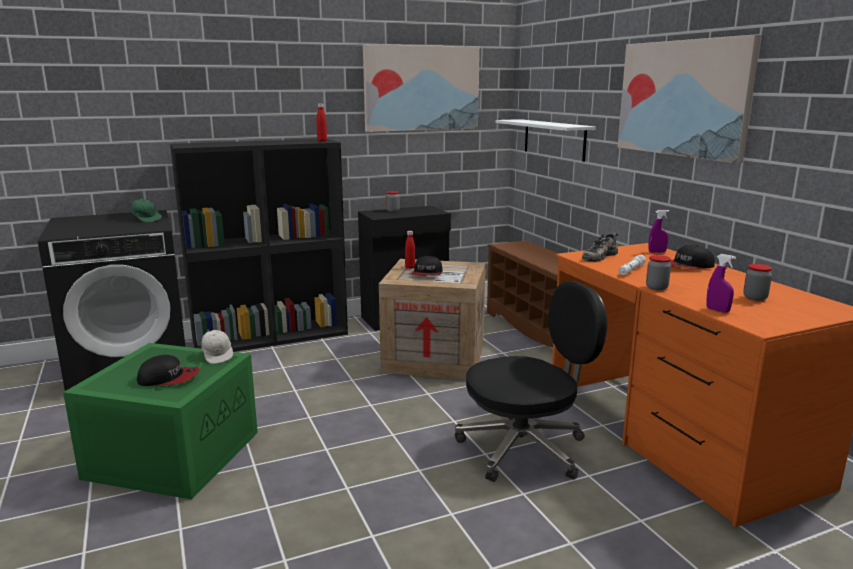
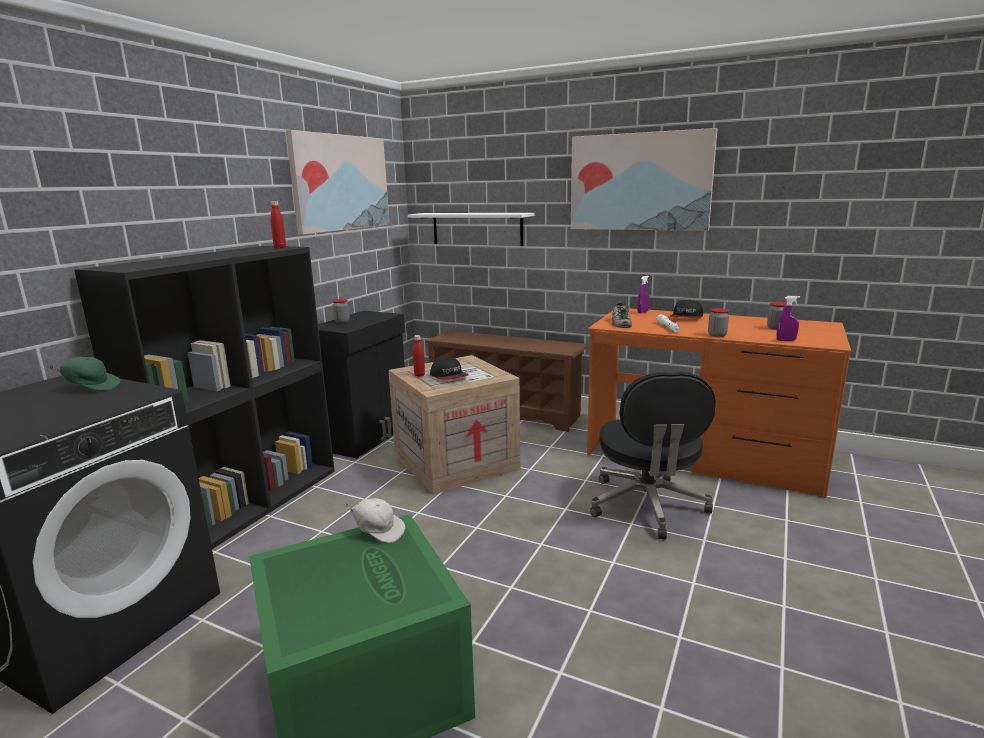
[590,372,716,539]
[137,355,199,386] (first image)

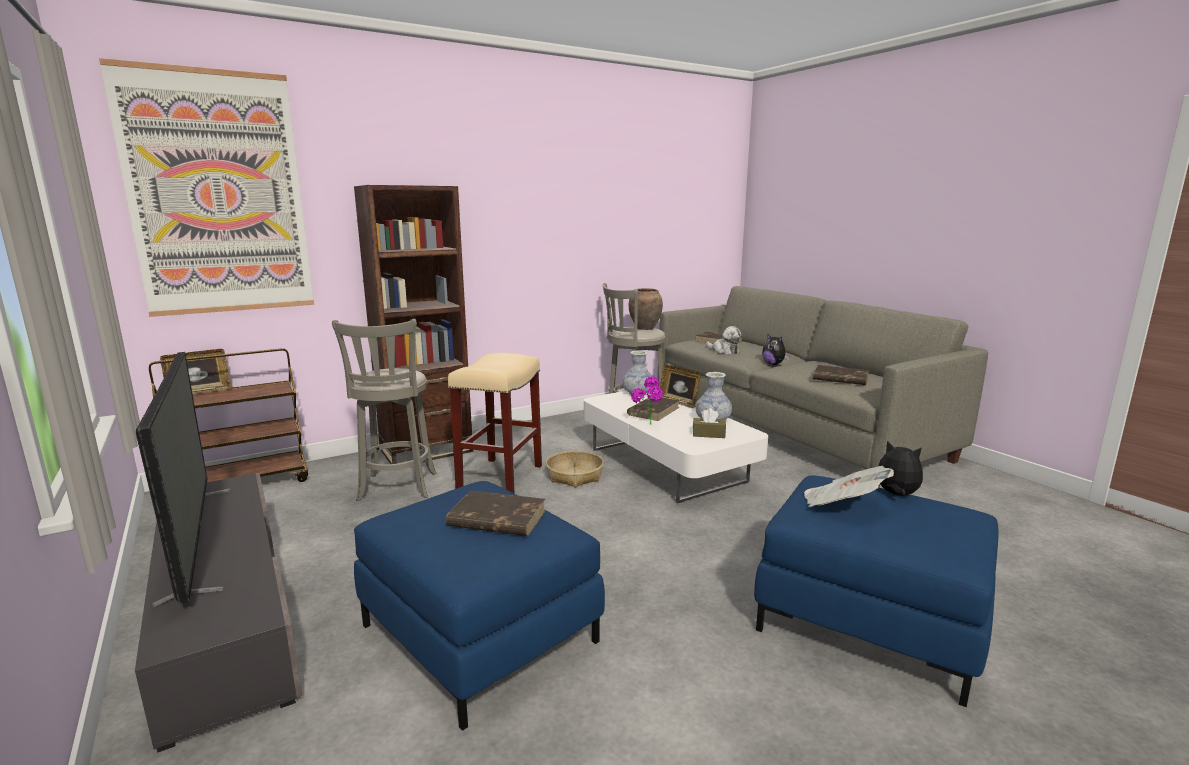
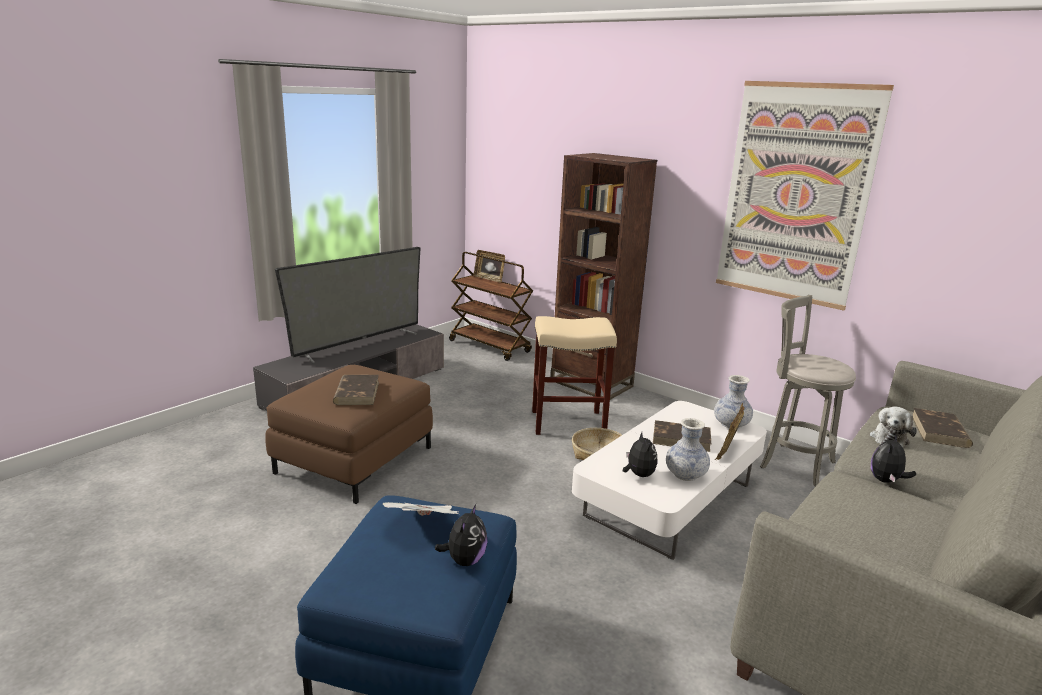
[716,81,894,311]
[629,288,663,330] (first image)
[332,319,437,501] (first image)
[813,365,869,385] (first image)
[631,376,663,425] (first image)
[623,432,657,477]
[265,365,433,504]

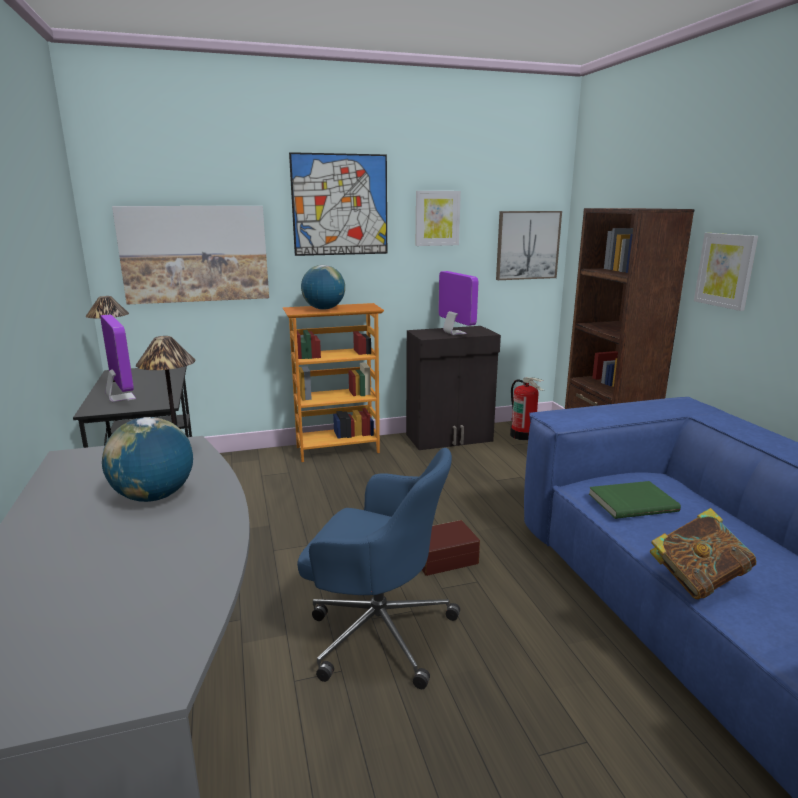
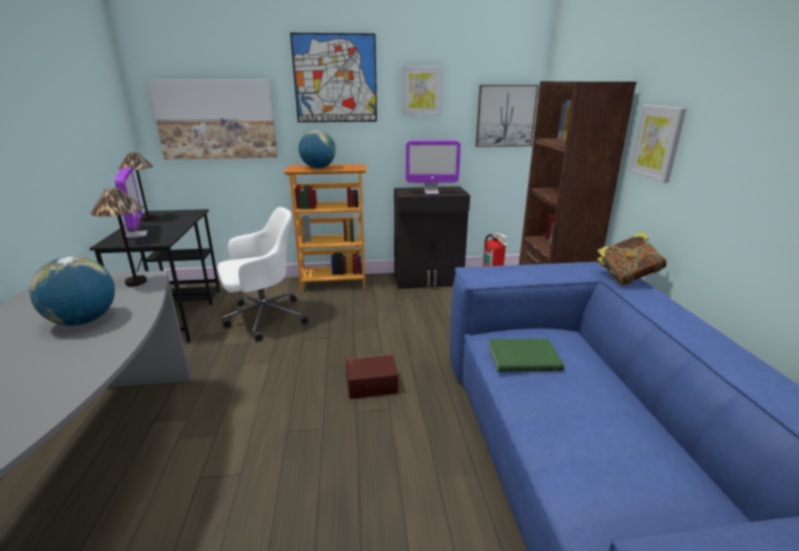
[406,140,461,194]
[297,448,460,689] (first image)
[597,232,667,286]
[217,207,308,341]

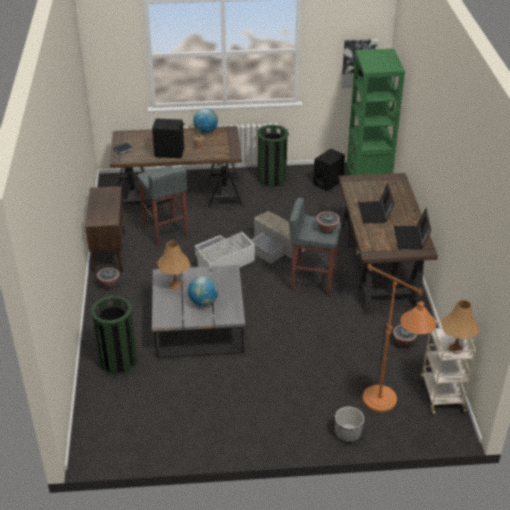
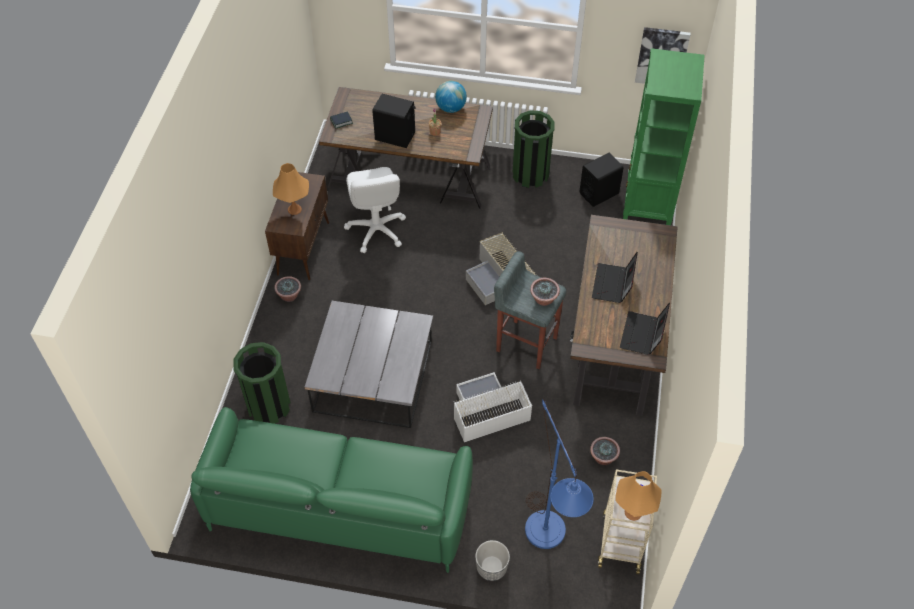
[344,167,406,253]
[454,372,532,442]
[273,163,309,215]
[525,399,594,549]
[188,276,218,306] (first image)
[190,407,473,573]

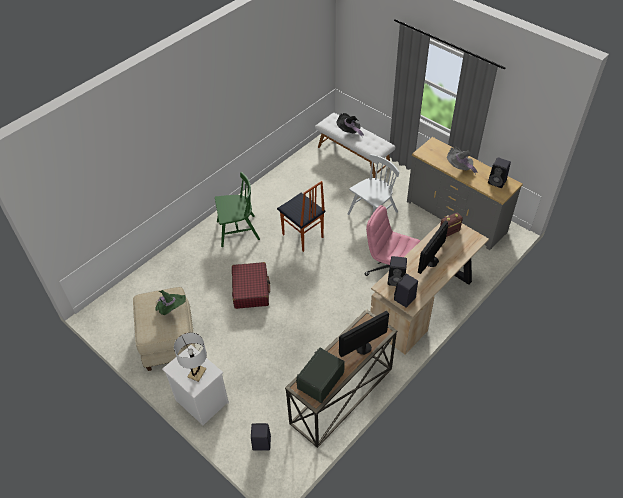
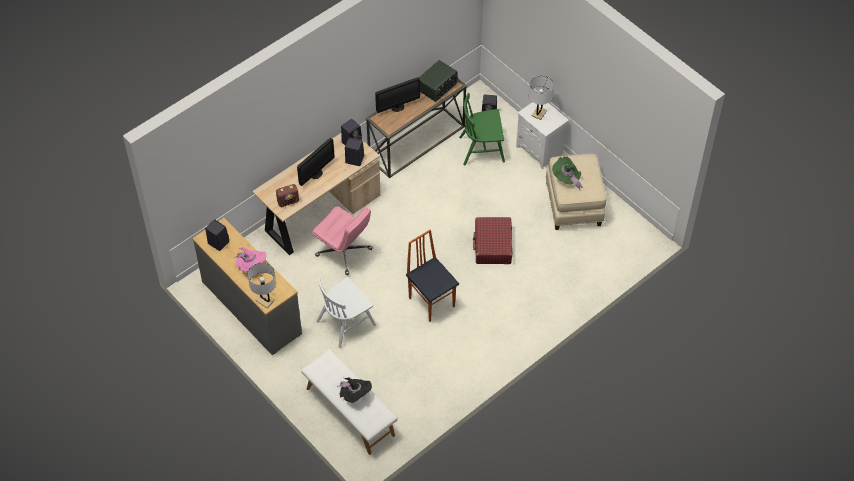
[234,247,266,272]
[459,93,505,165]
[248,263,276,308]

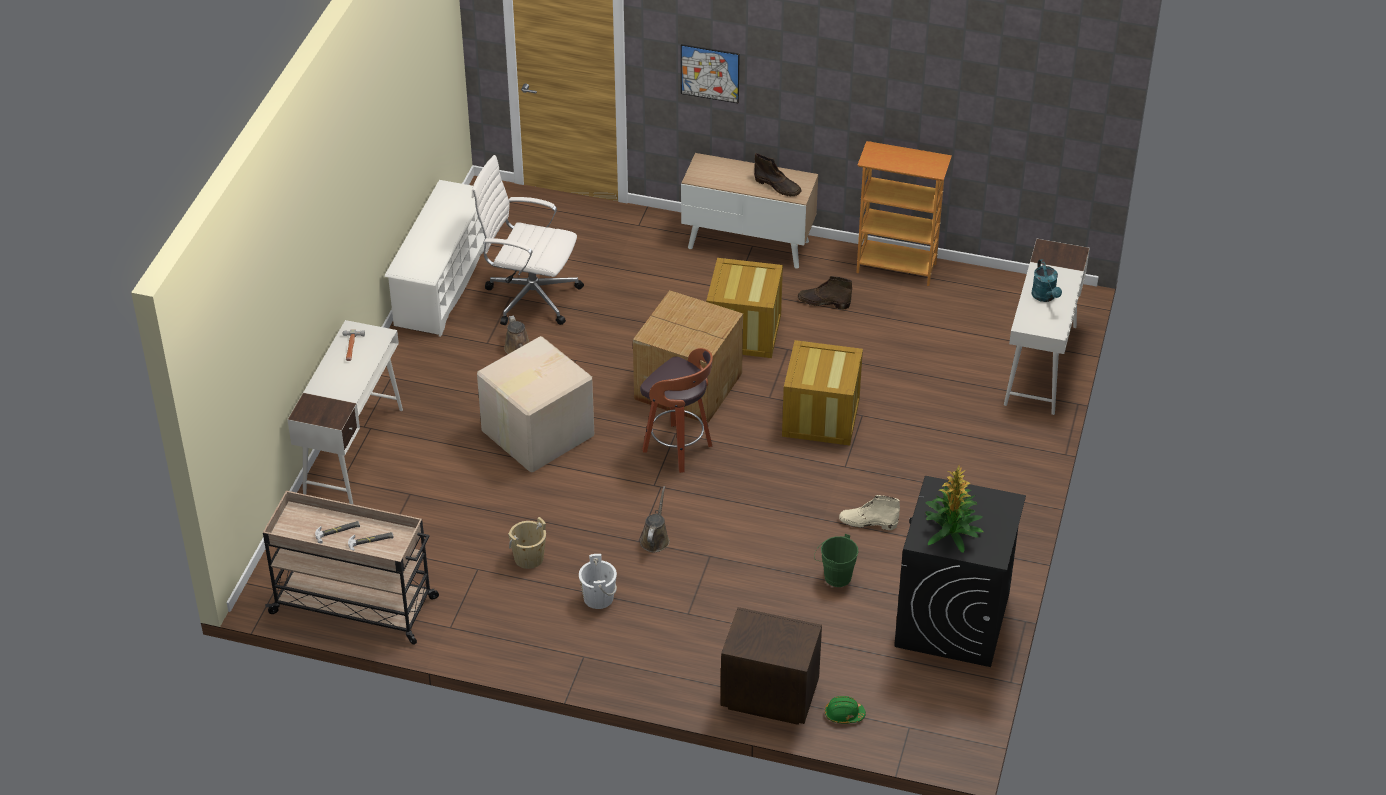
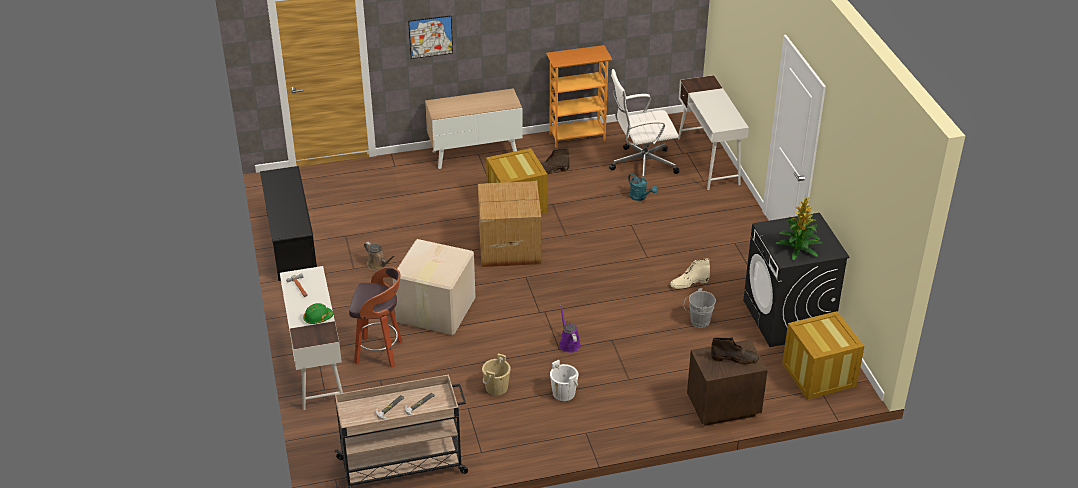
[711,337,759,365]
[609,69,679,178]
[260,166,317,281]
[628,173,658,201]
[782,311,864,400]
[349,267,402,368]
[559,305,581,353]
[684,288,716,328]
[303,303,333,324]

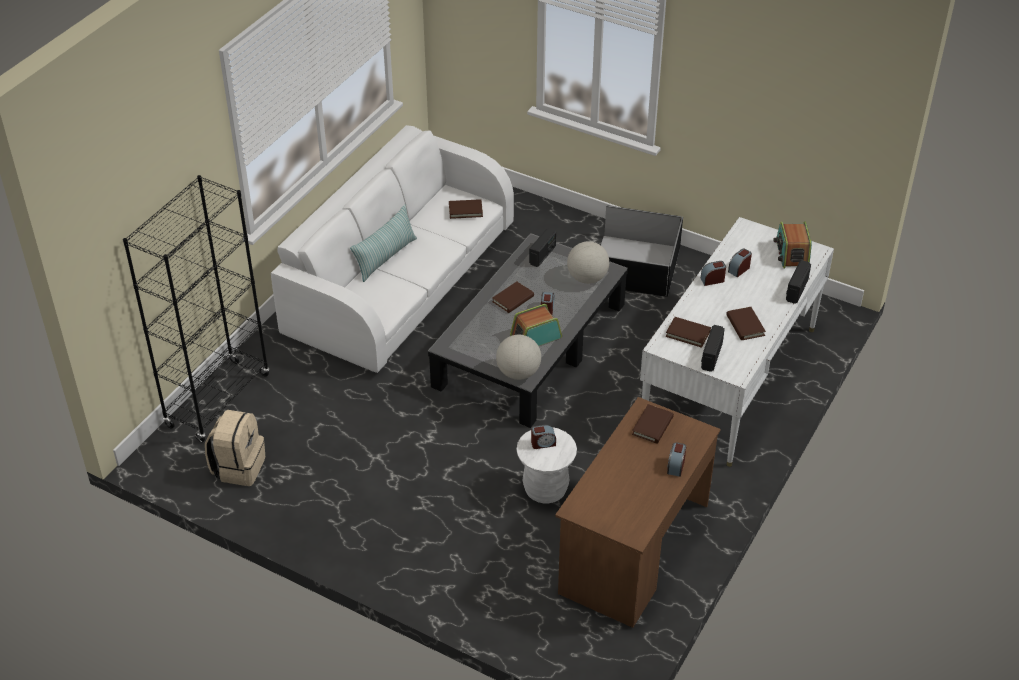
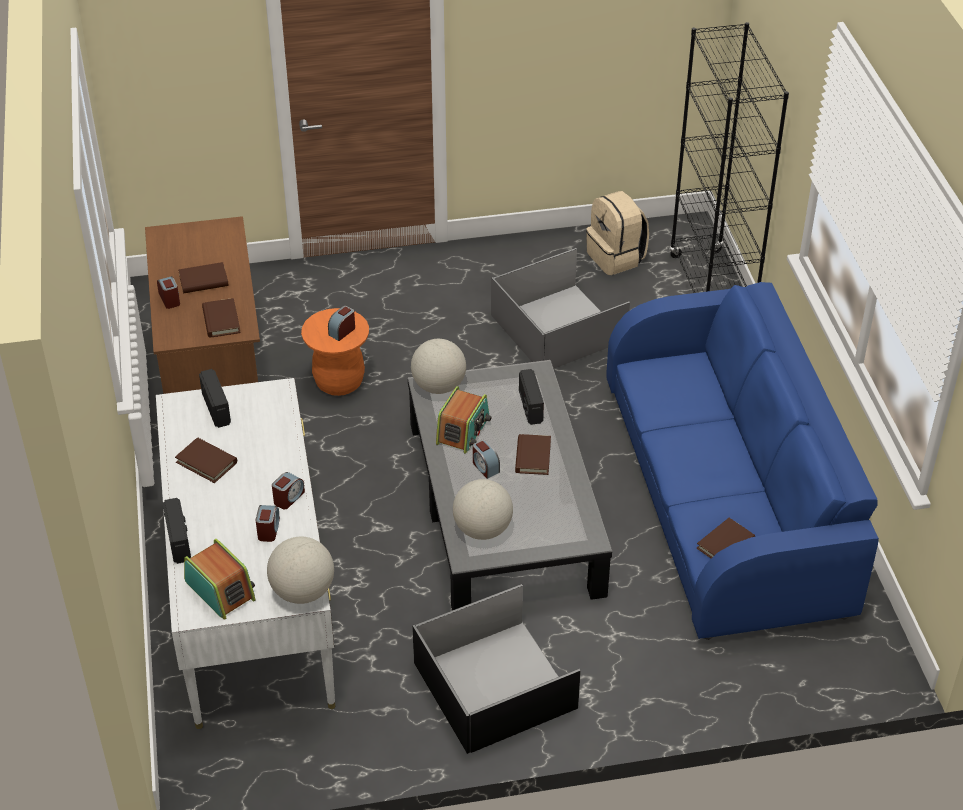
[606,282,879,640]
[350,205,417,282] (first image)
[519,369,544,425]
[178,262,229,294]
[301,308,369,396]
[491,248,630,369]
[267,537,334,604]

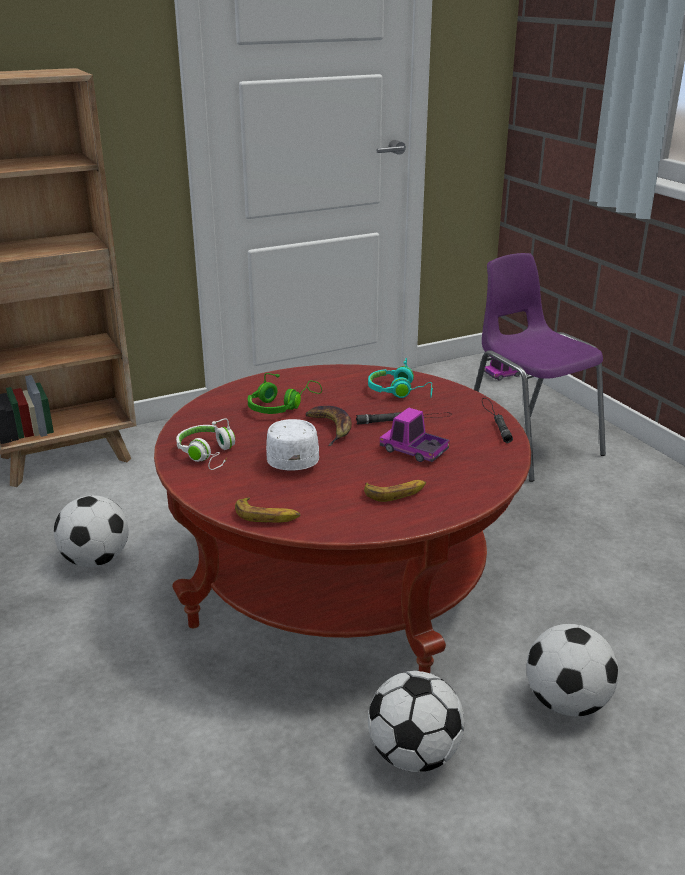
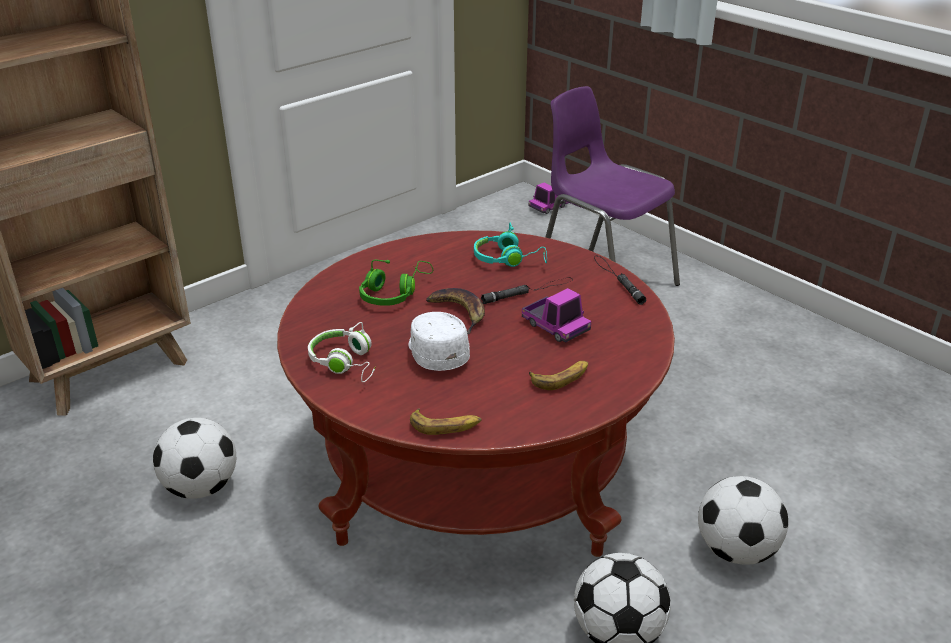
[522,288,591,343]

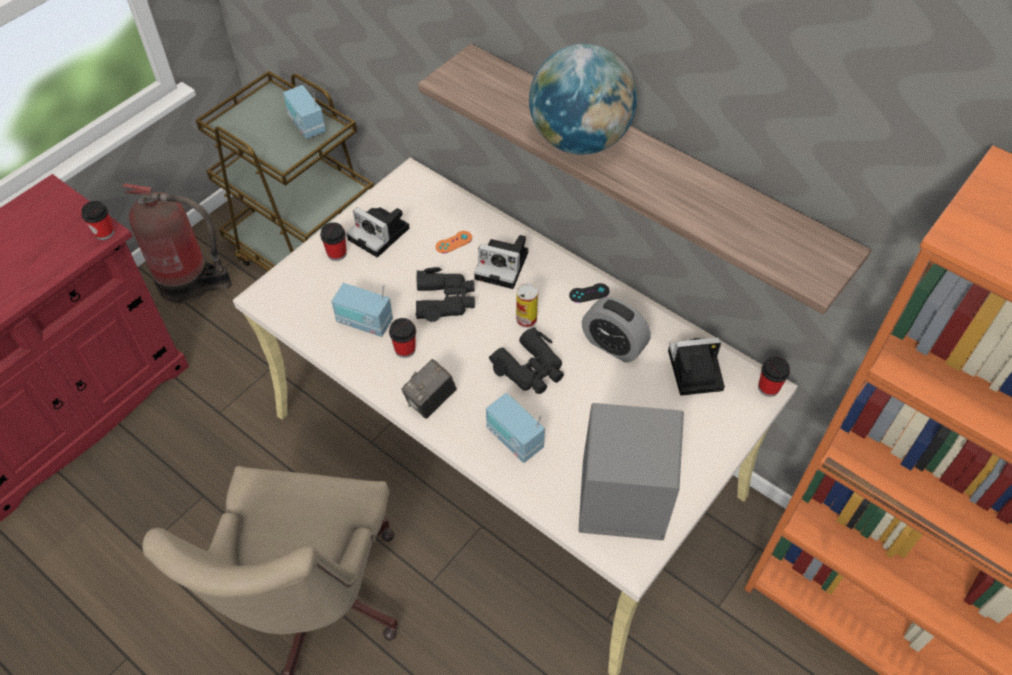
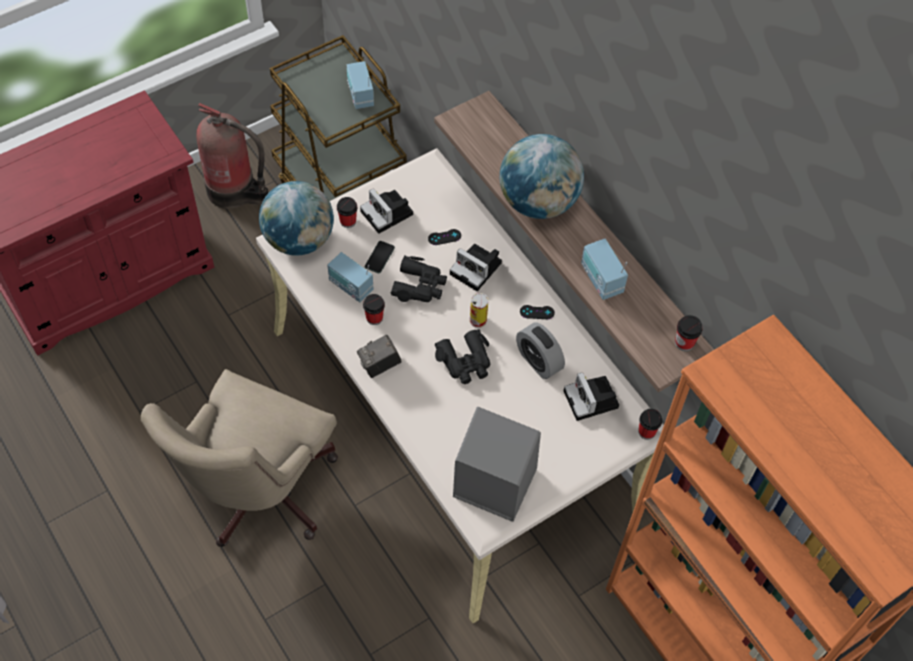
[675,315,703,351]
[428,229,461,245]
[564,372,619,421]
[581,239,628,300]
[259,181,334,255]
[365,241,395,273]

